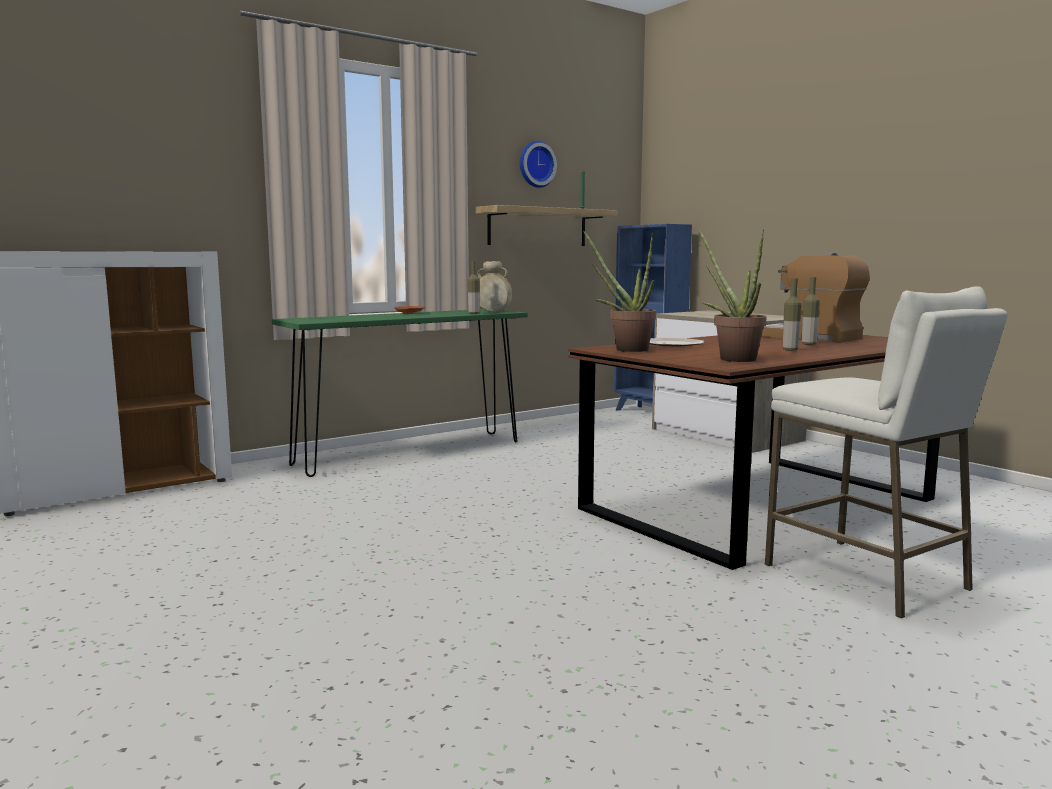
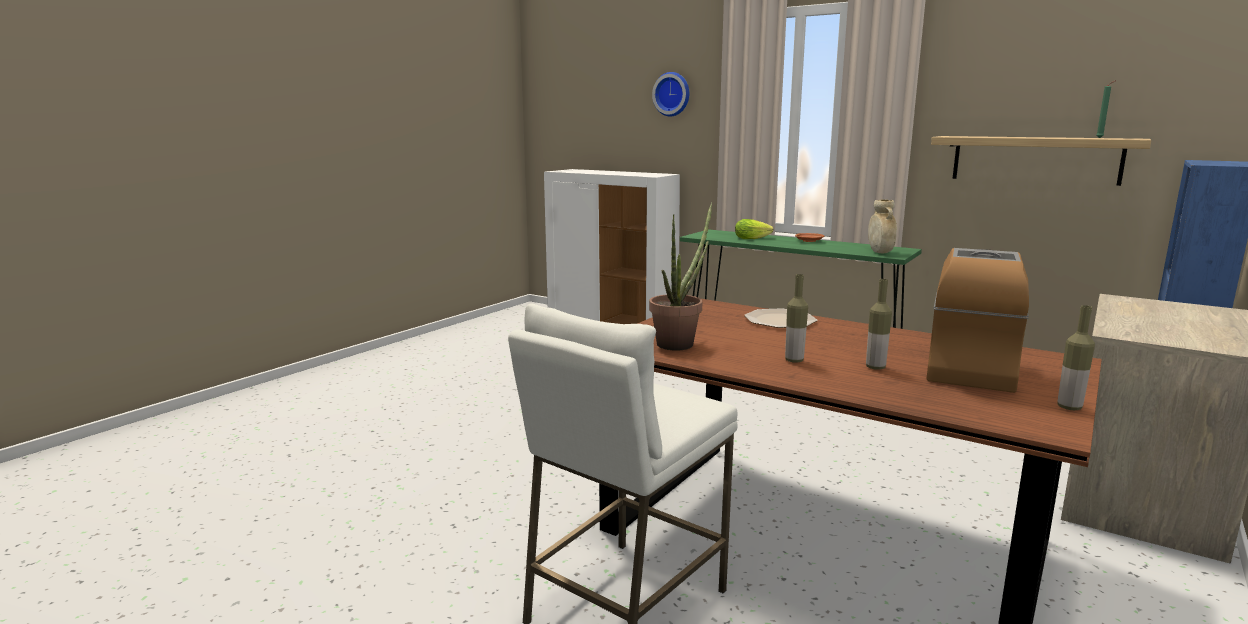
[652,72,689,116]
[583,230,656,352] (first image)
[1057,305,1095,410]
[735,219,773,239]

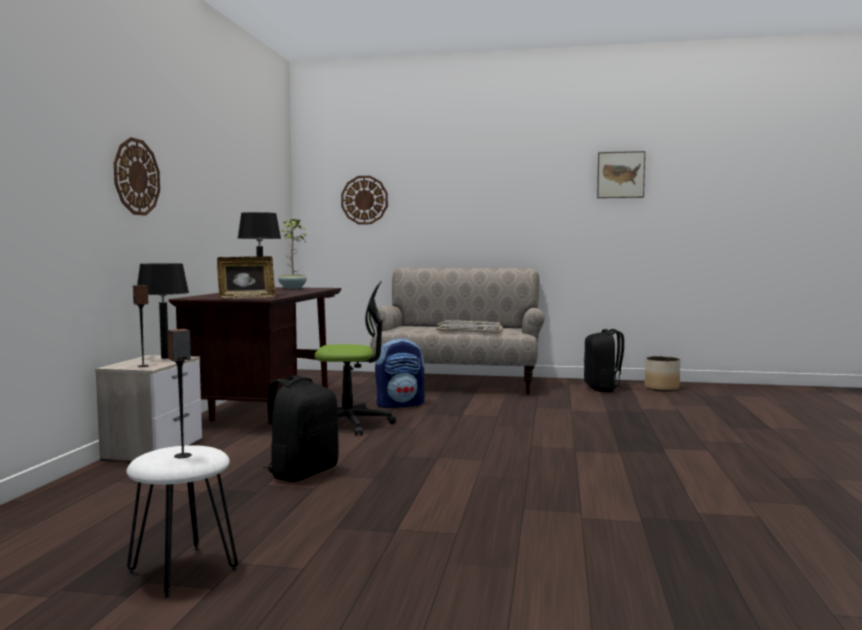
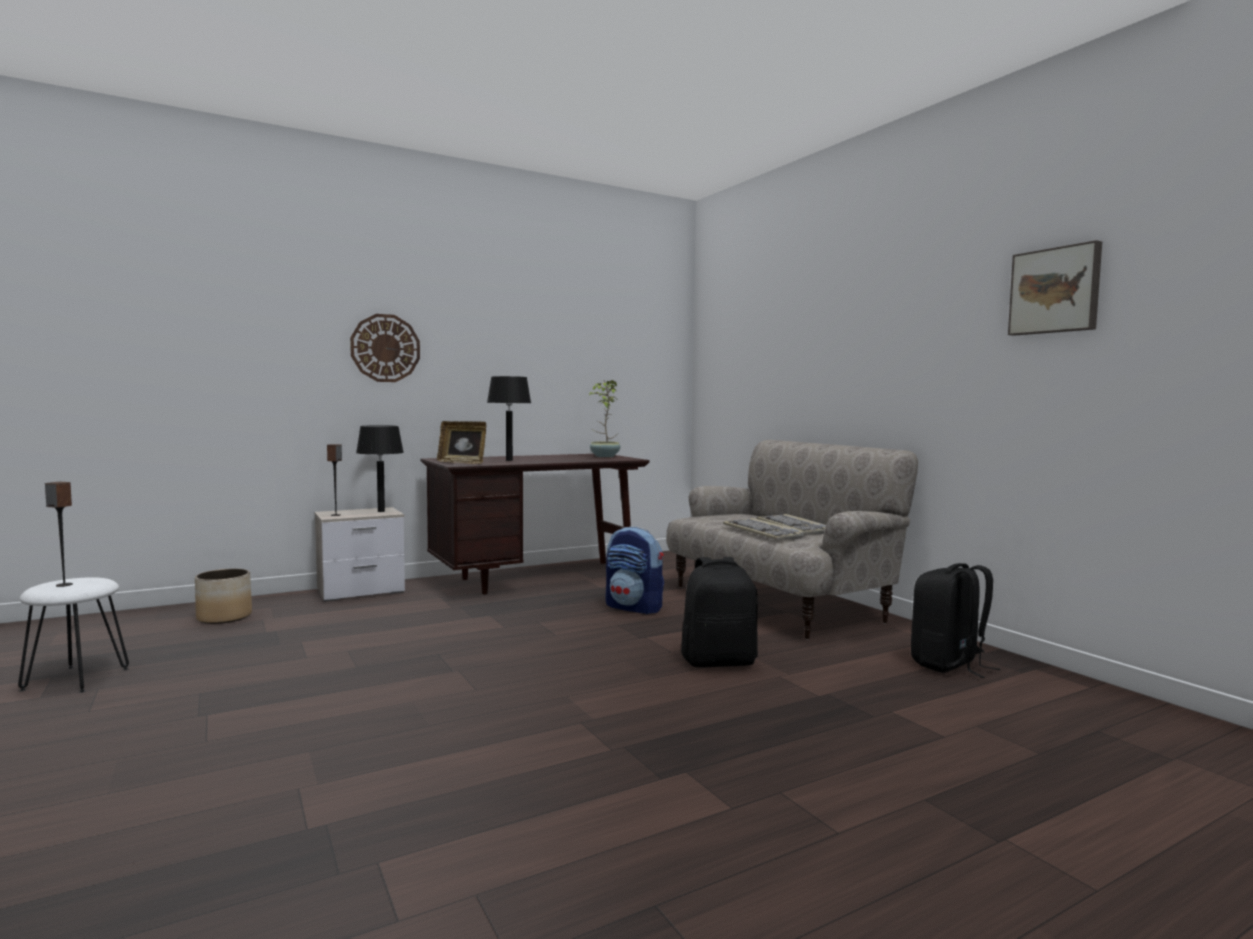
[341,176,388,224] (first image)
[315,281,396,436] (first image)
[195,569,252,624]
[681,557,758,667]

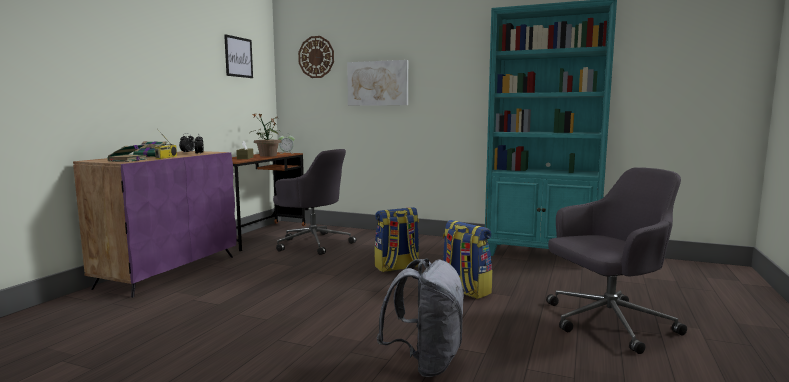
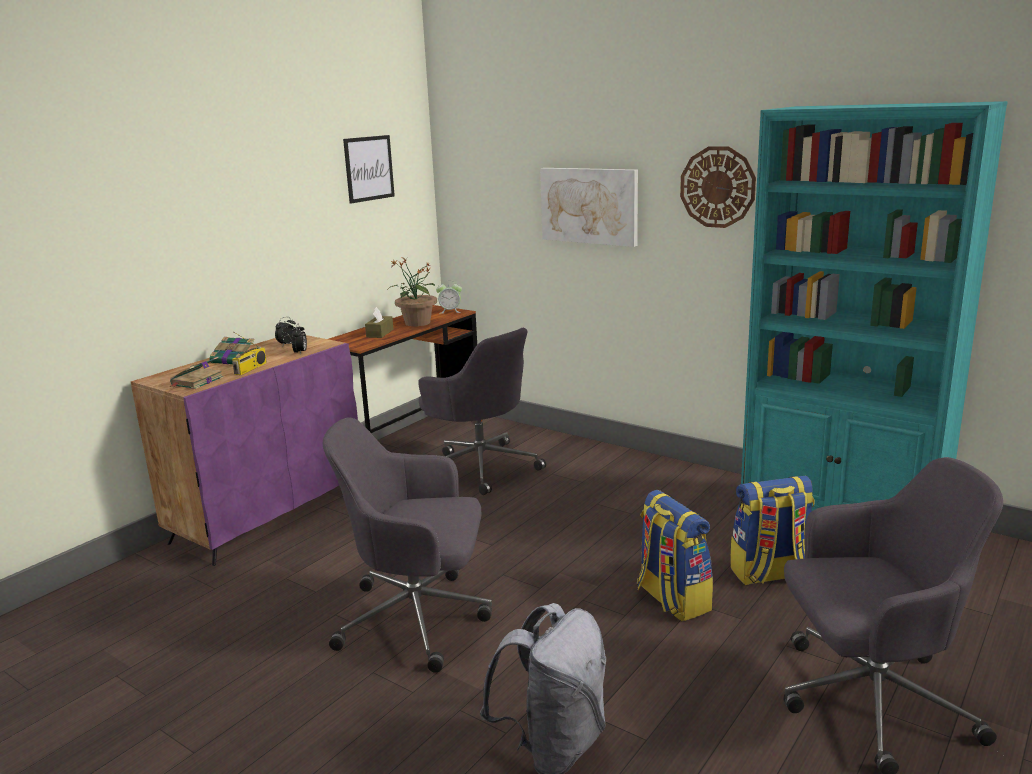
[680,146,756,228]
[730,476,815,585]
[323,417,492,673]

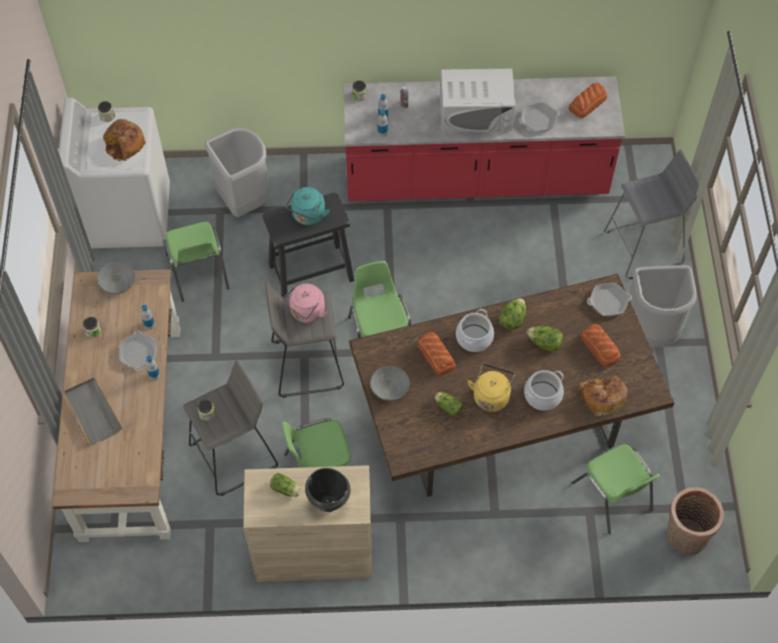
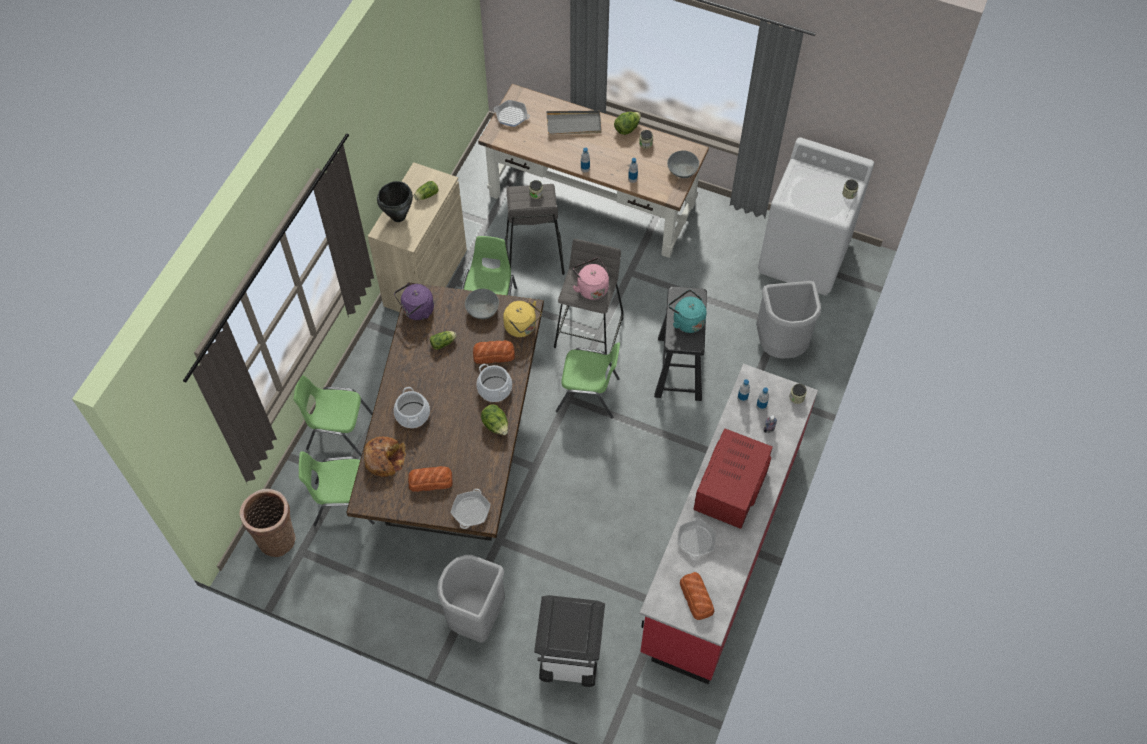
[694,428,772,529]
[103,119,146,161] (first image)
[534,595,605,687]
[293,375,373,457]
[614,112,641,135]
[493,100,530,127]
[503,301,542,337]
[394,283,434,320]

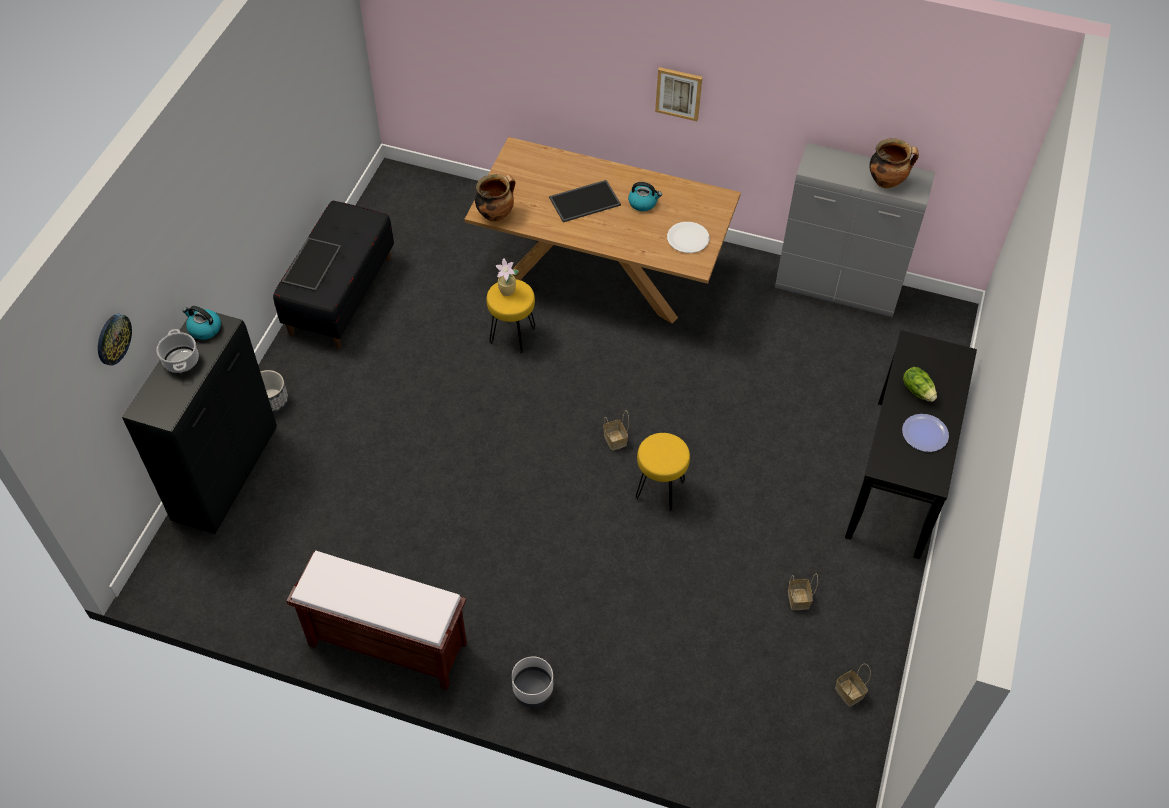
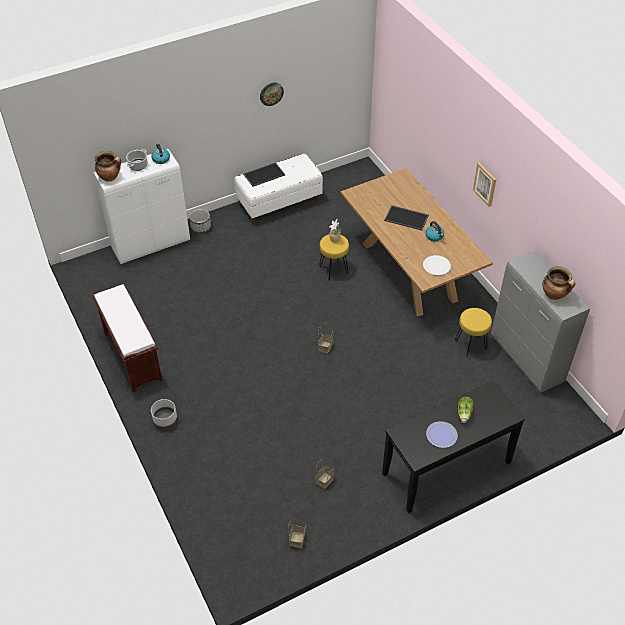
[95,151,121,182]
[235,154,323,225]
[94,149,190,264]
[260,83,284,106]
[455,308,492,357]

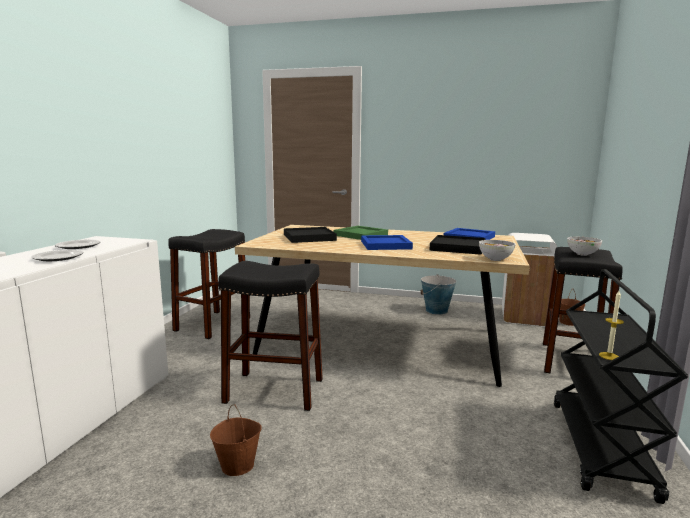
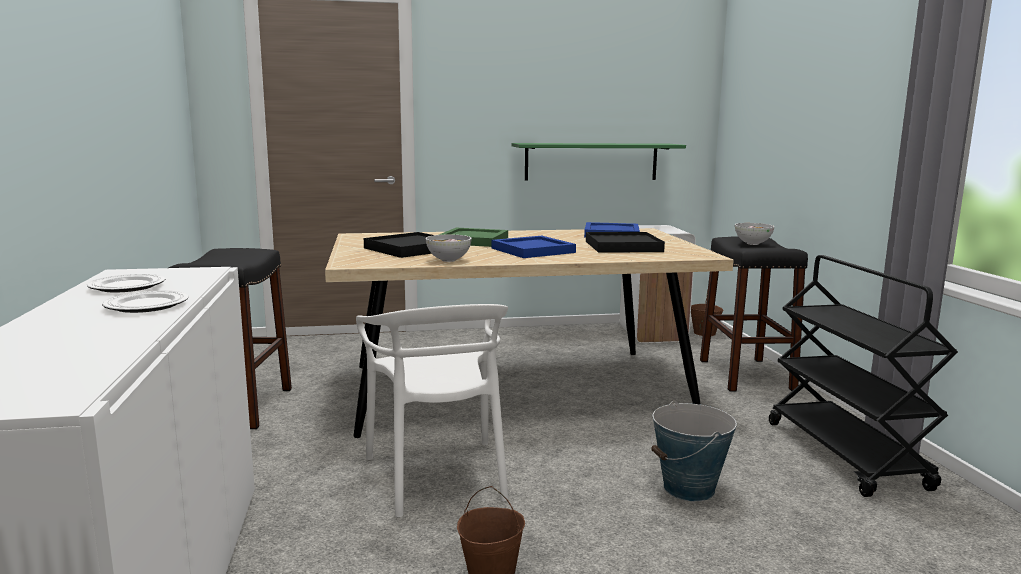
[426,235,471,262]
[356,304,508,518]
[651,401,737,501]
[599,291,624,360] (first image)
[512,143,686,181]

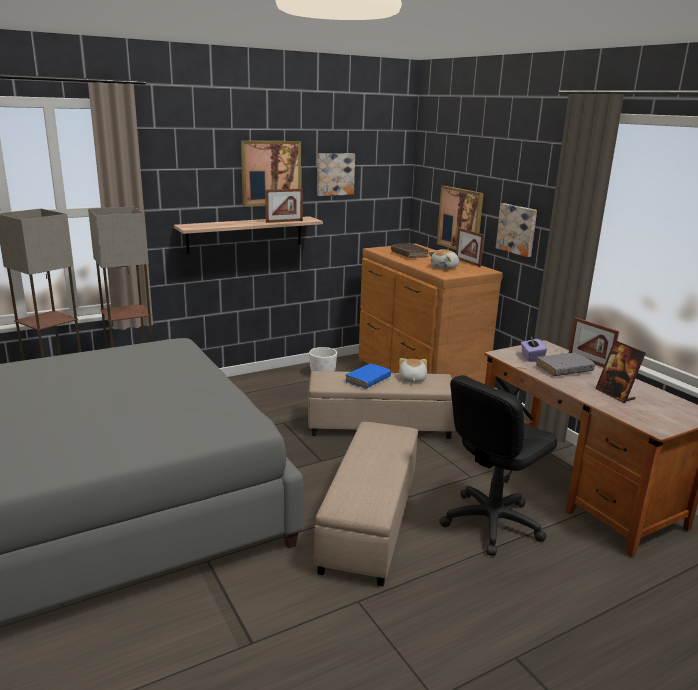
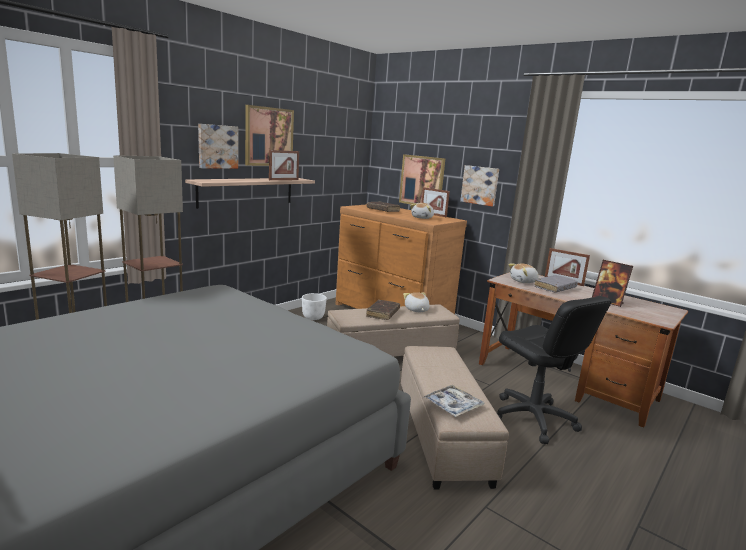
[198,124,238,169]
[508,263,539,283]
[366,300,400,320]
[497,296,611,444]
[423,385,485,417]

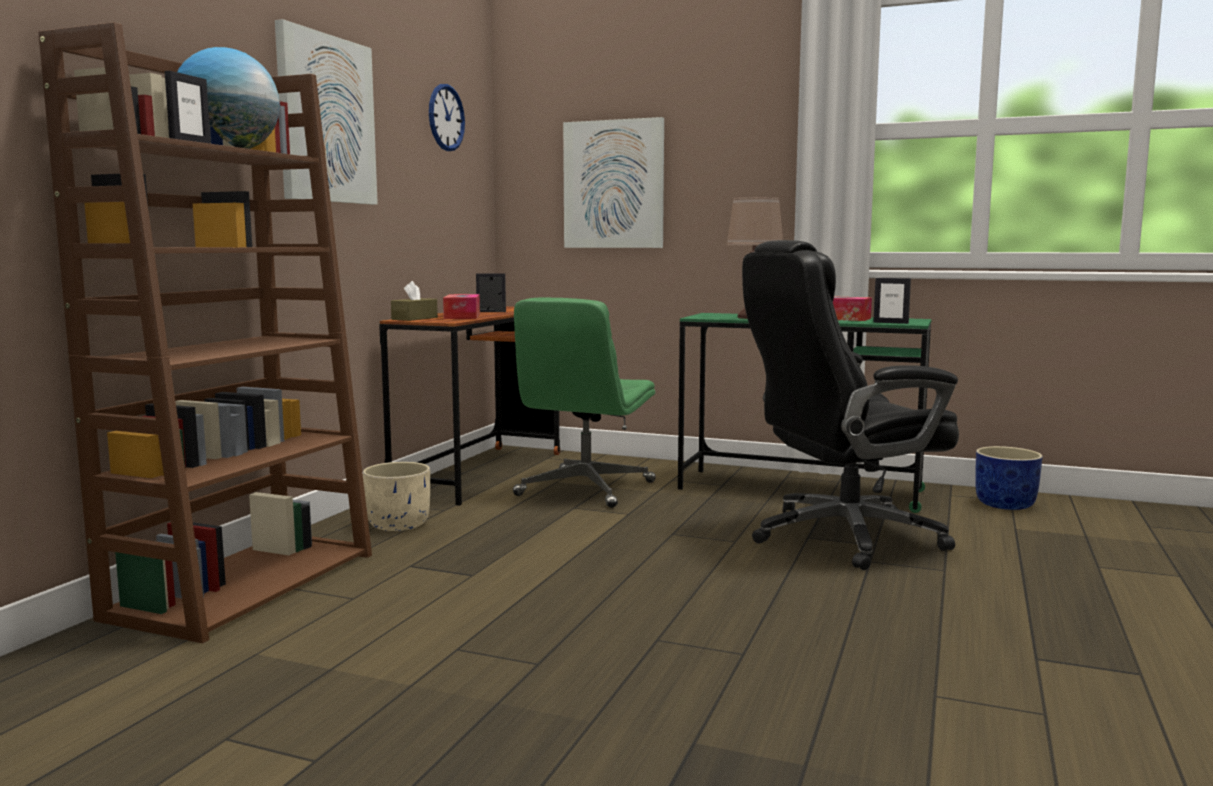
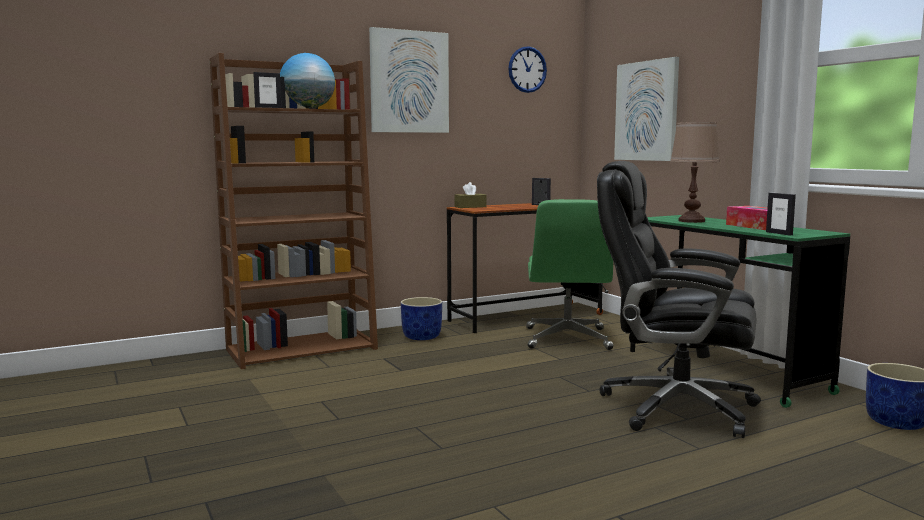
[443,294,480,319] (first image)
[526,199,613,350]
[401,297,442,340]

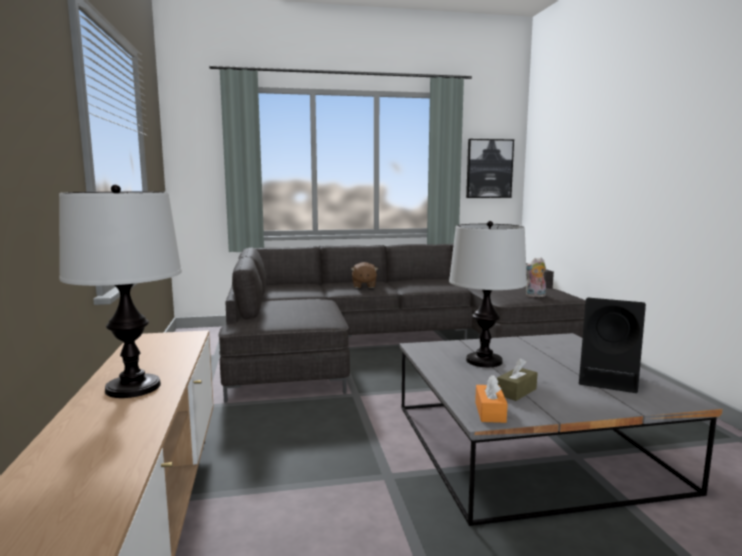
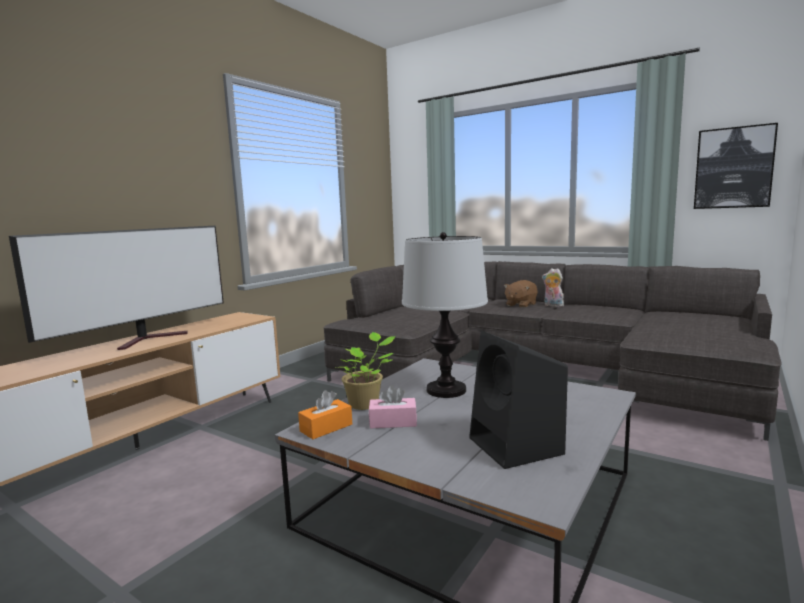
[9,226,224,350]
[542,268,564,307]
[369,385,417,428]
[335,332,396,410]

